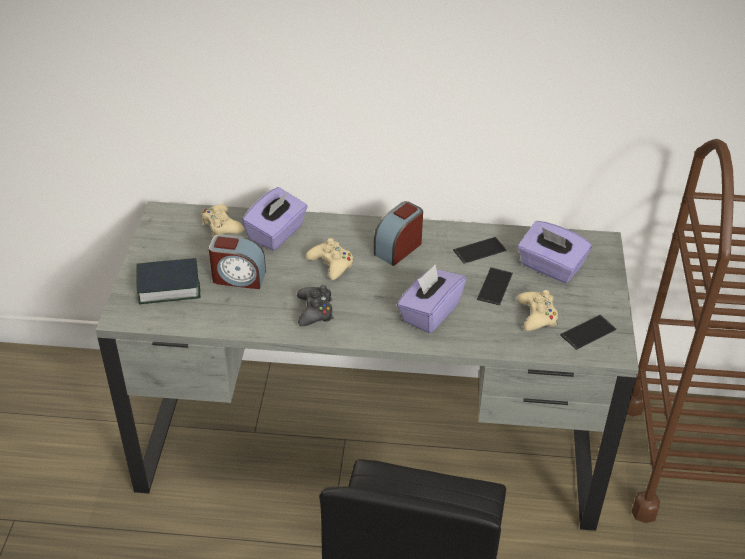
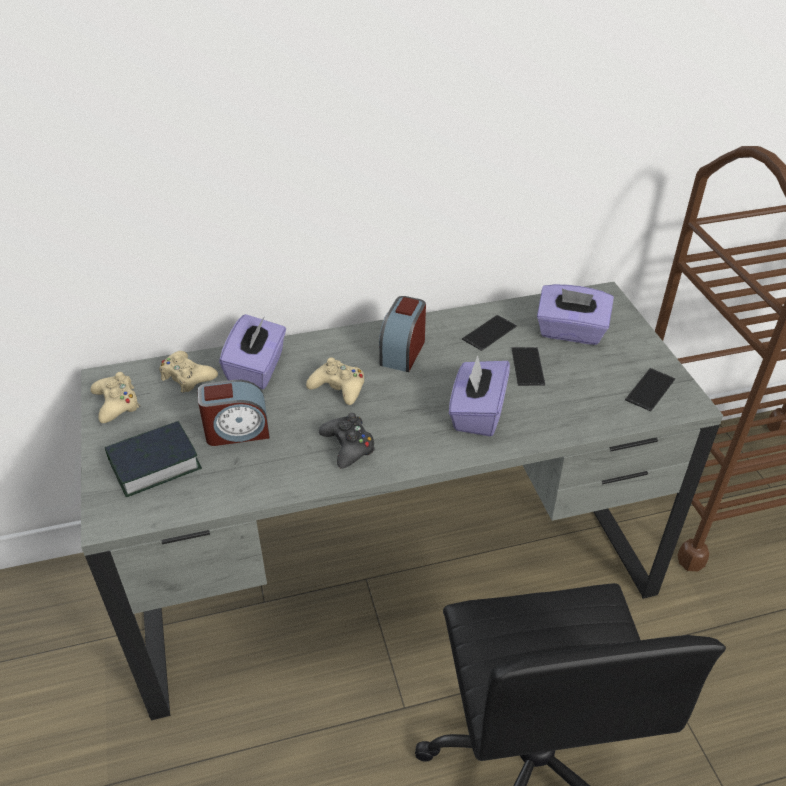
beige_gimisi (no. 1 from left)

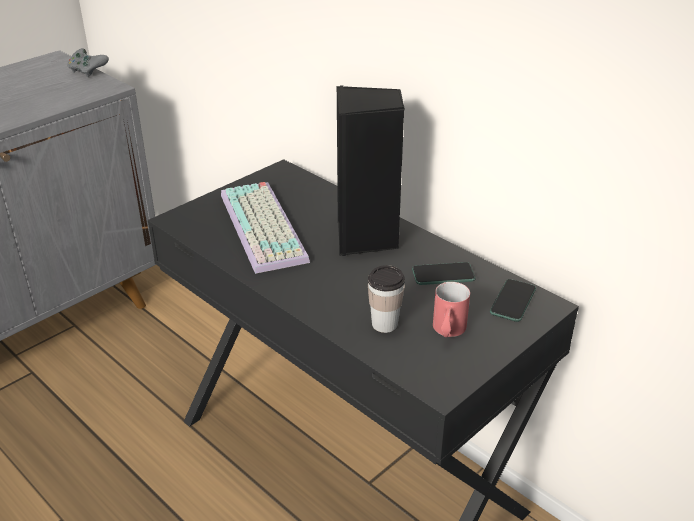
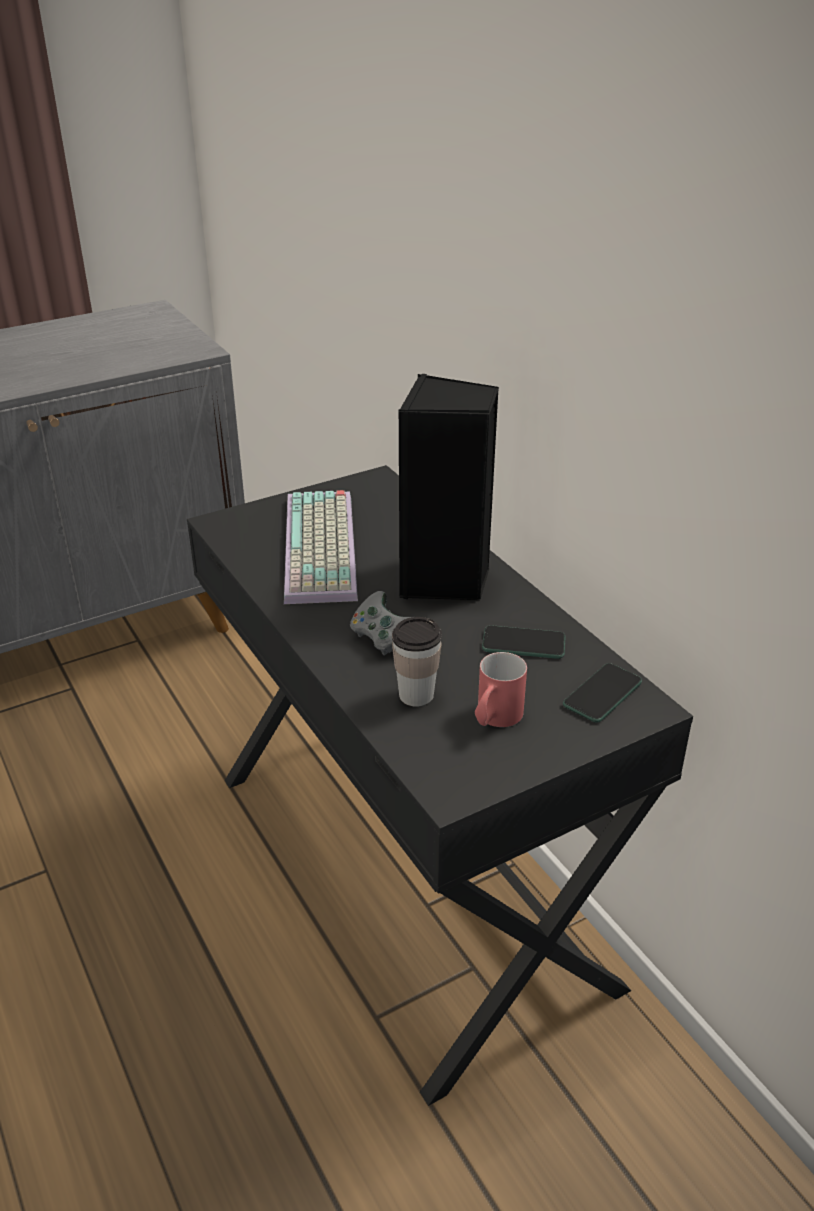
grey_gimisi

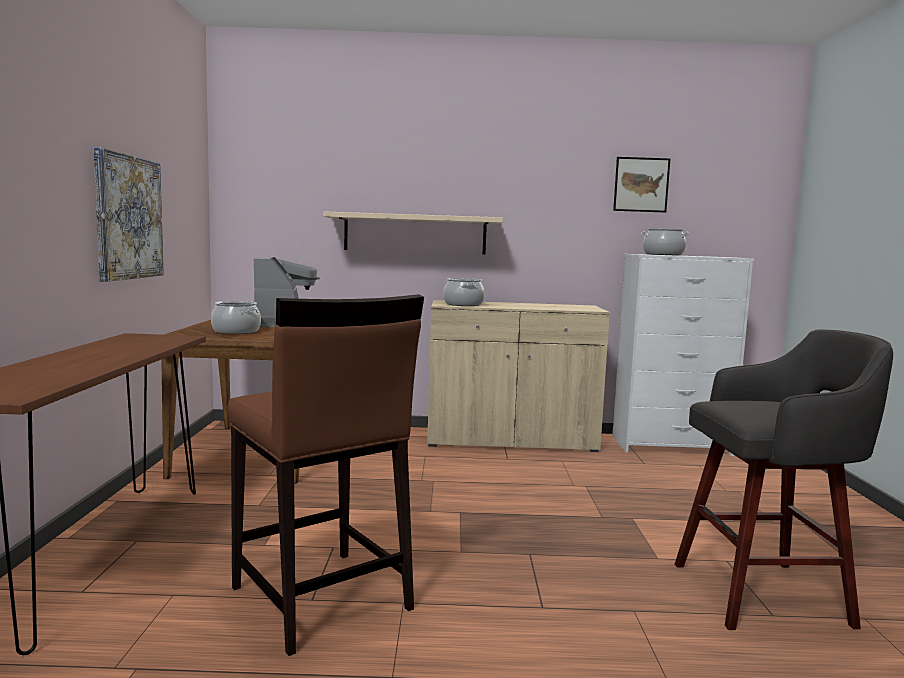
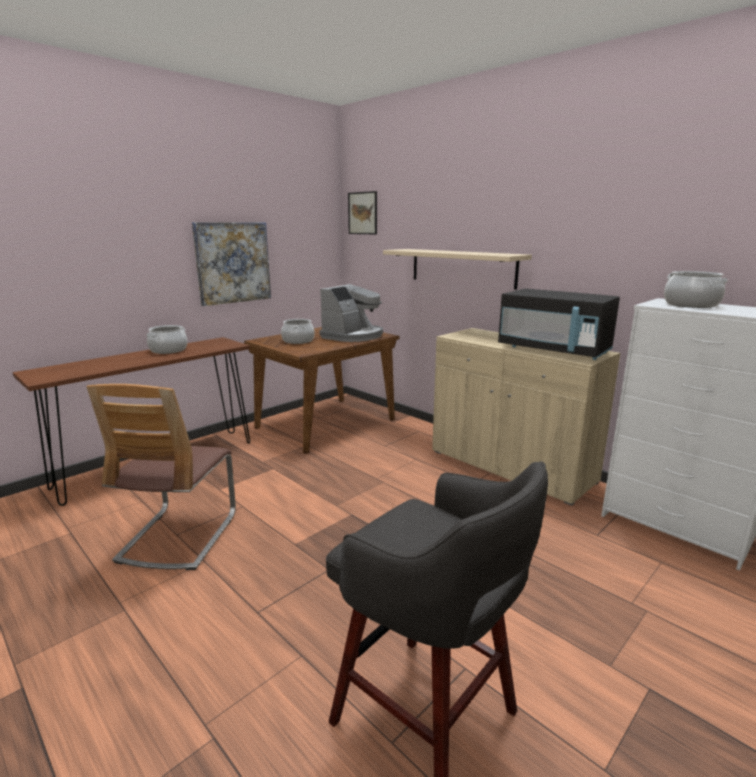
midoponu; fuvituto (no. 1 from left); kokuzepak (no. 2 from left); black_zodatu

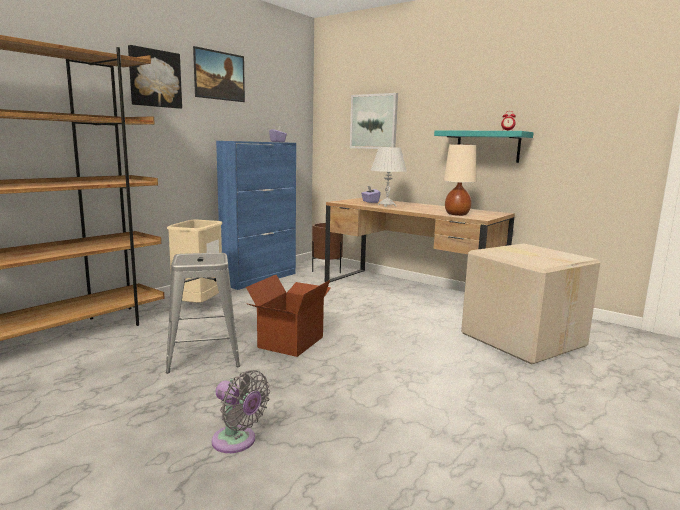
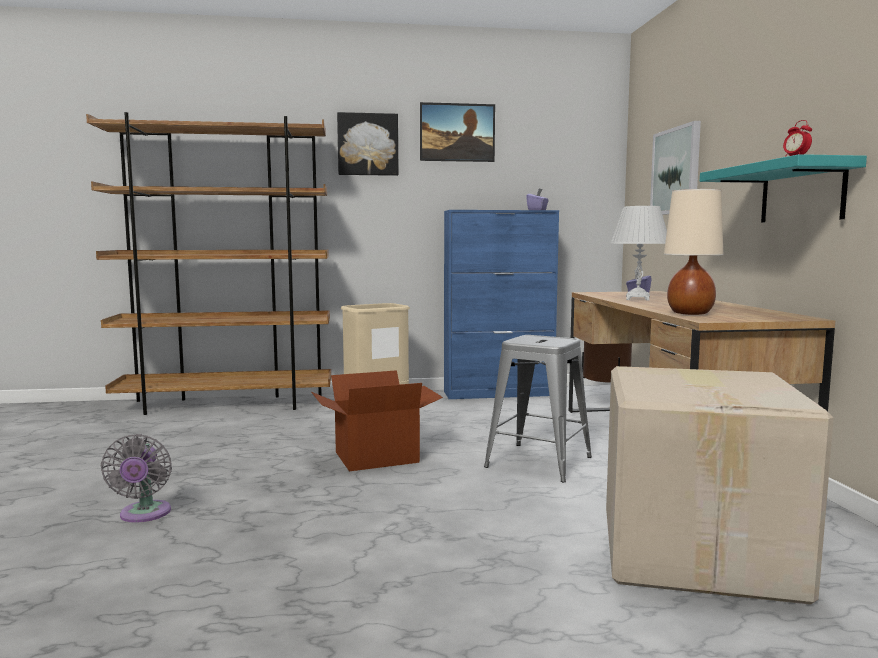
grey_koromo

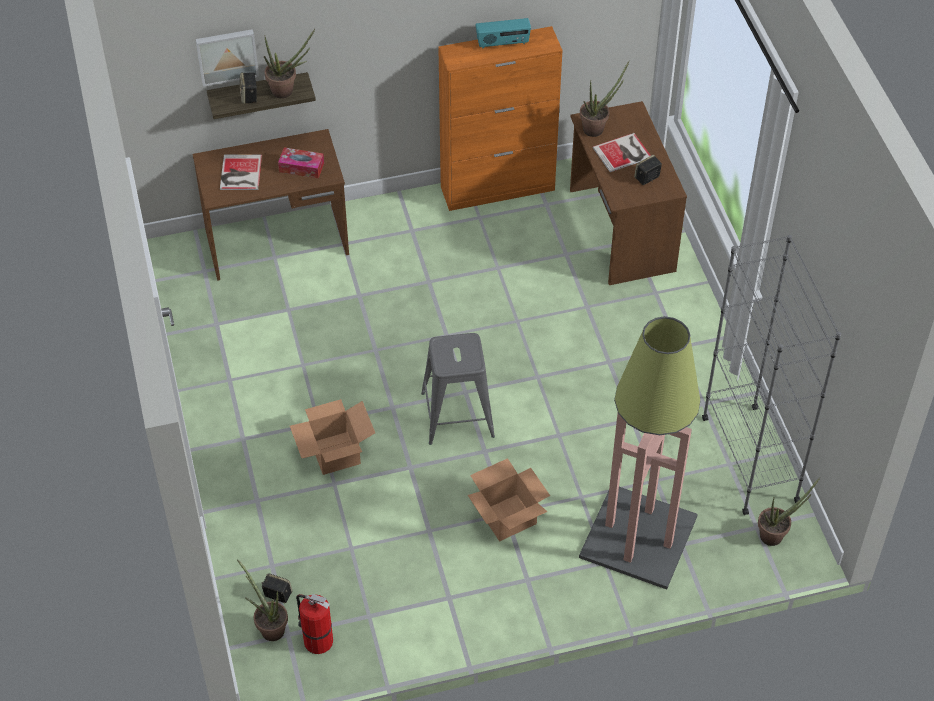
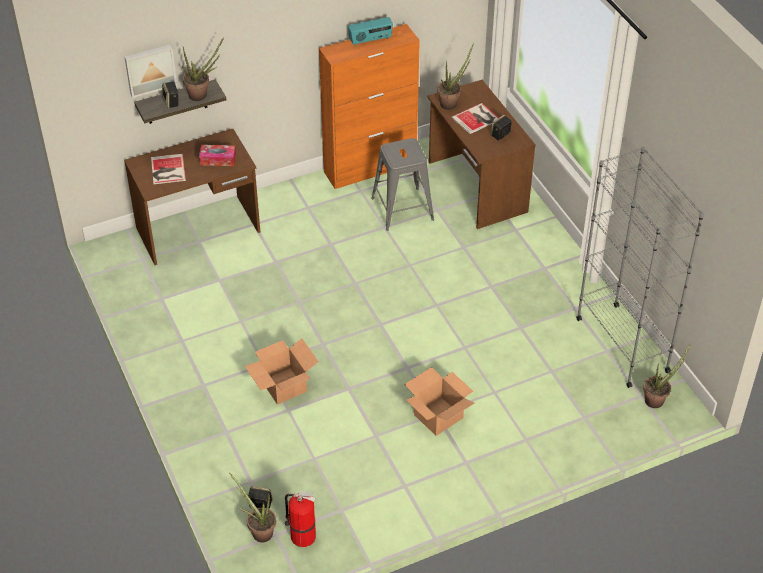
grey_koromo; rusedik

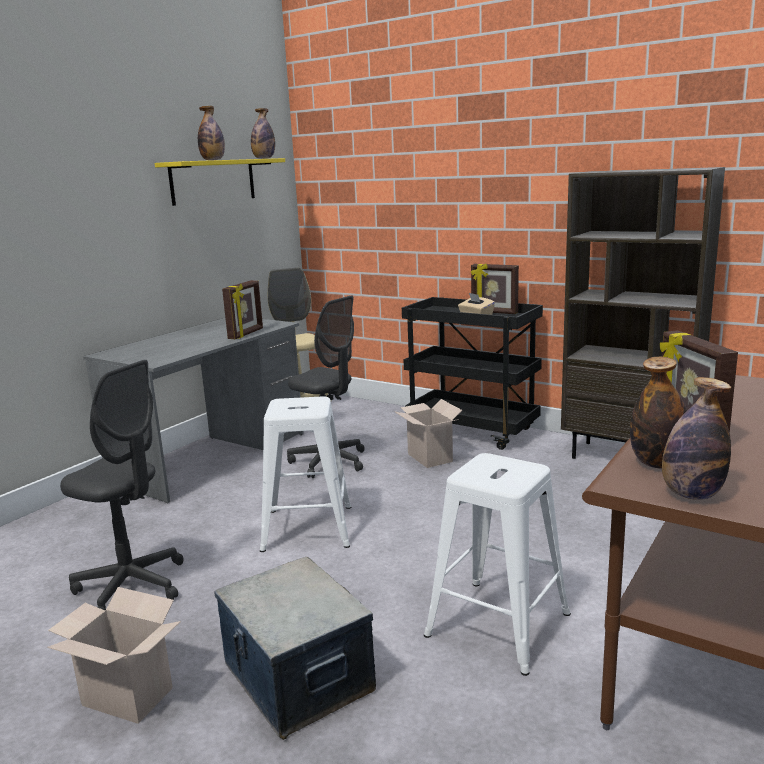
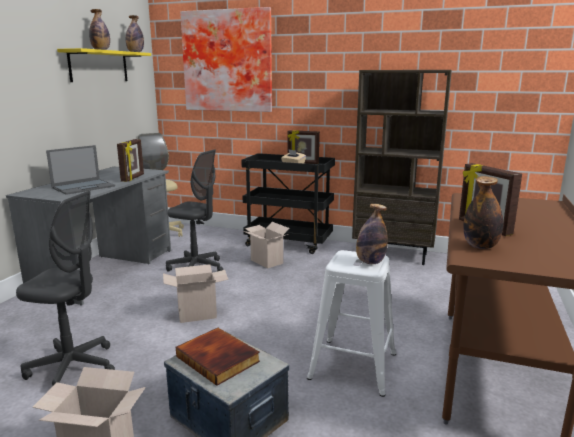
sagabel; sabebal (no. 2 from left); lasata; kokuzepak; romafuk (no. 3 from left)

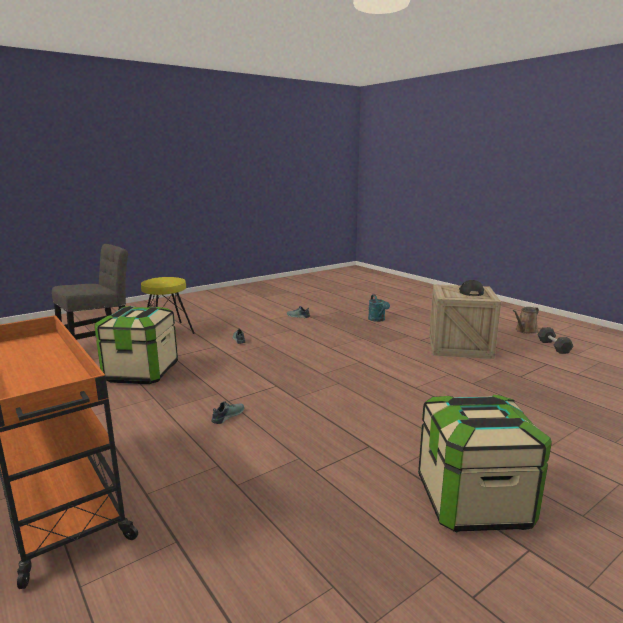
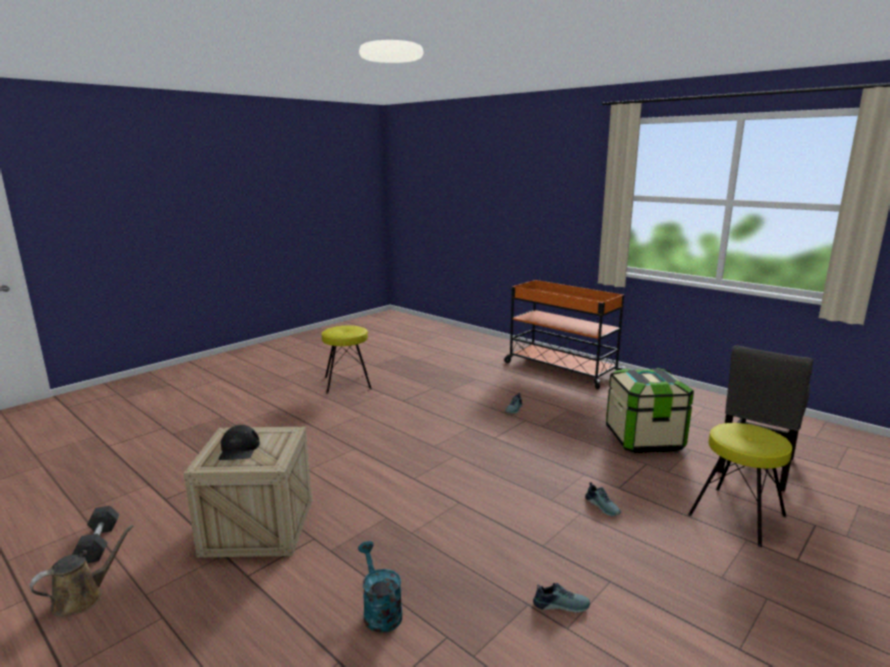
yellow_koromo (no. 1 from left)

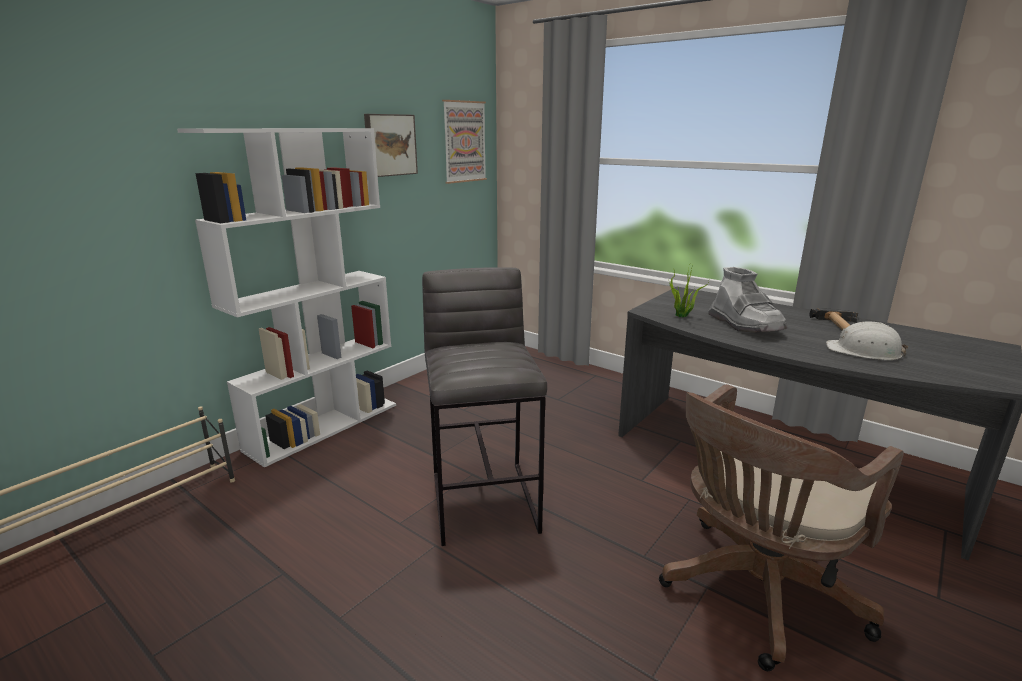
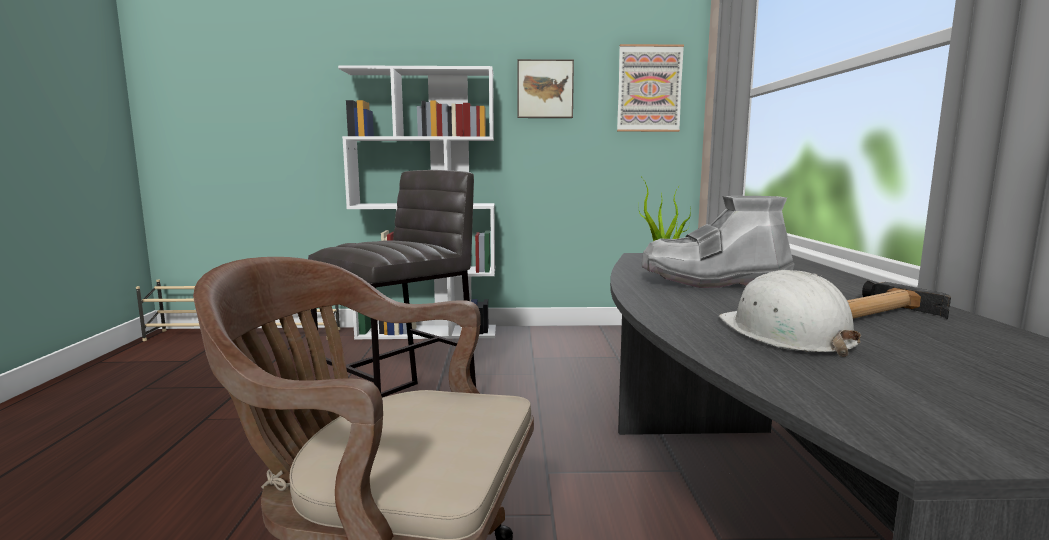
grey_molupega

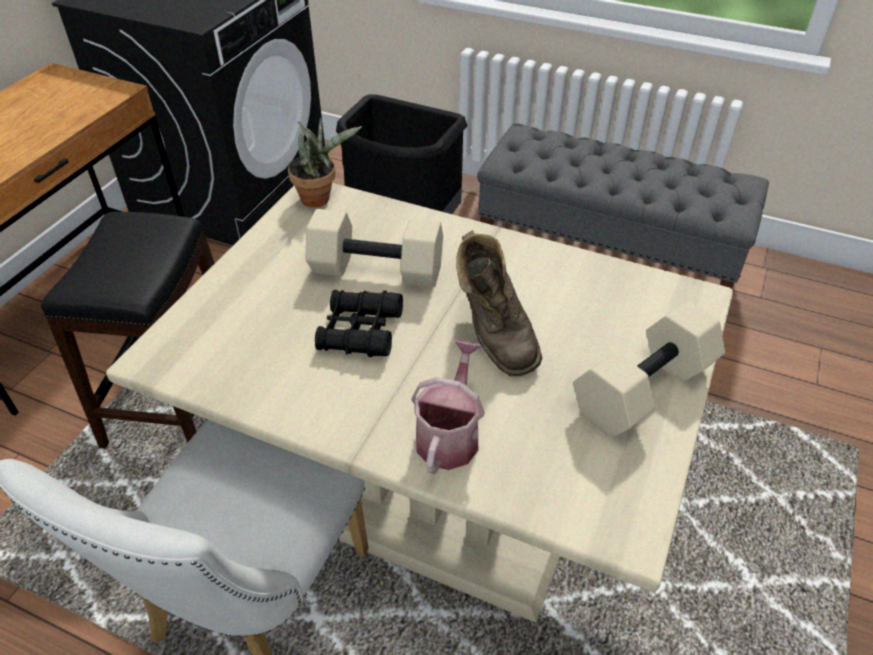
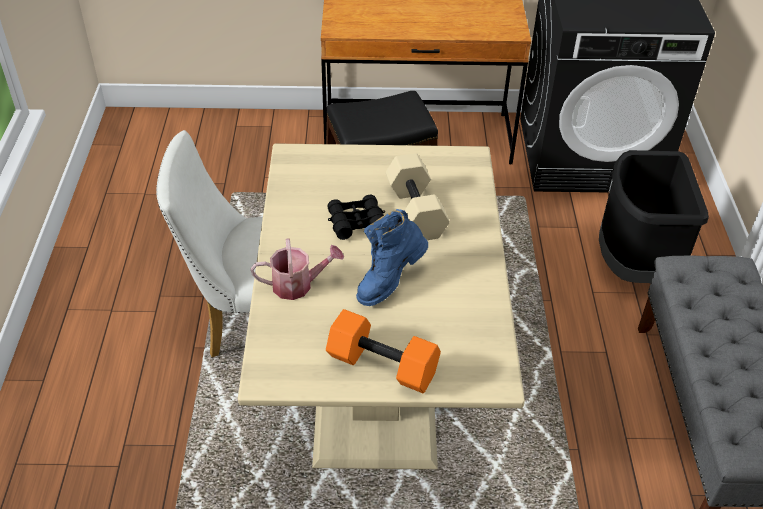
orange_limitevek; blue_molupega; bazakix

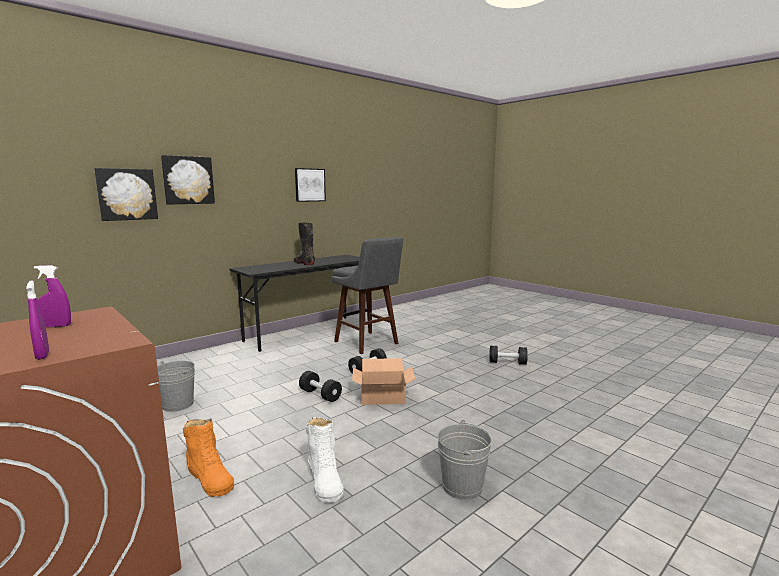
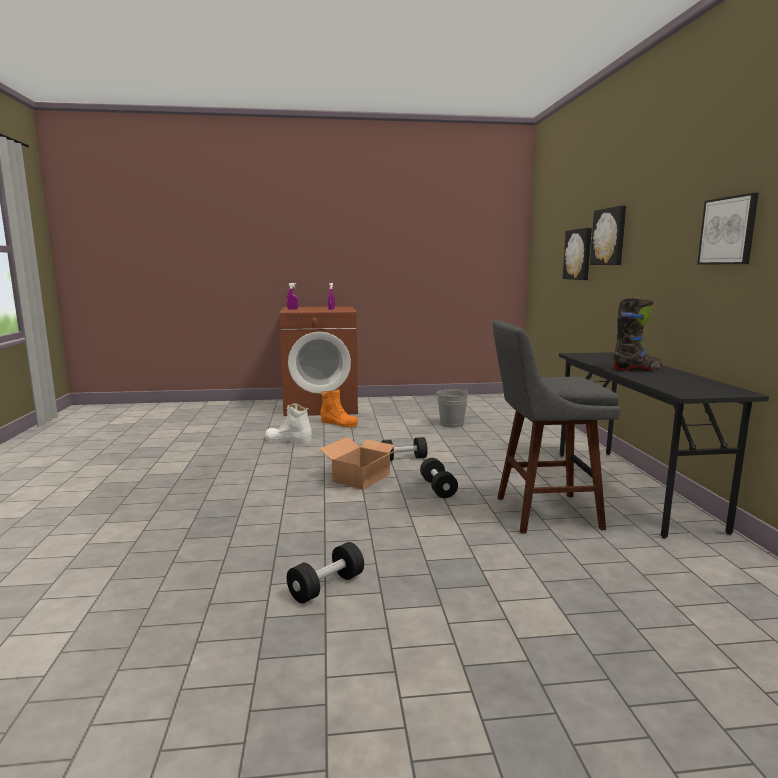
orange_molupega; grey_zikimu (no. 2 from left in the first image)

